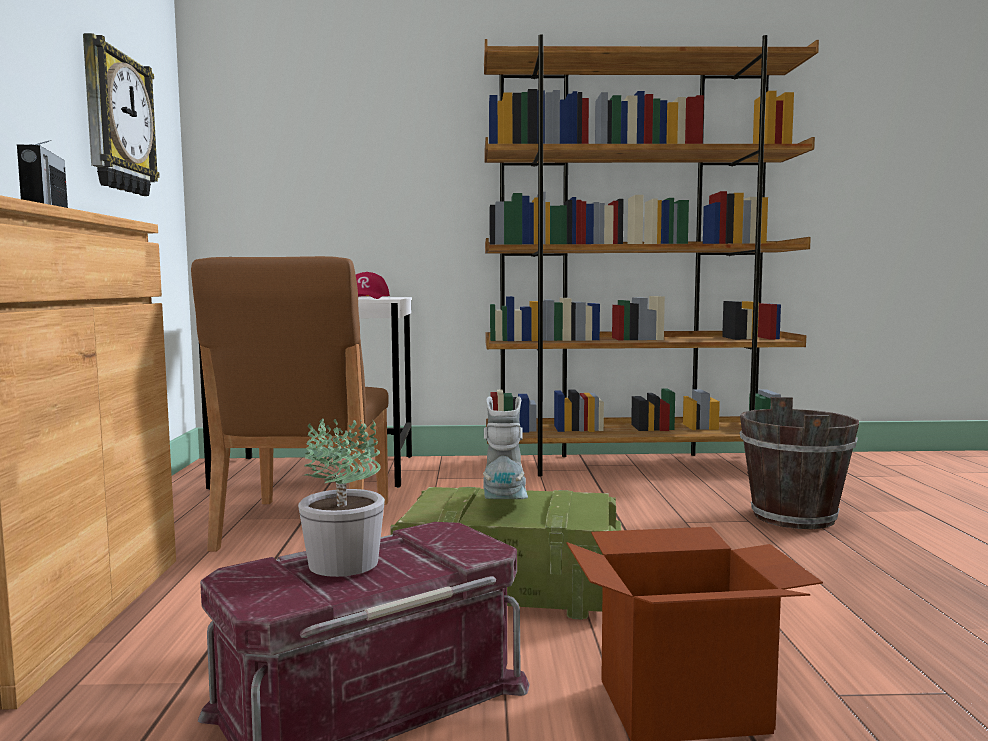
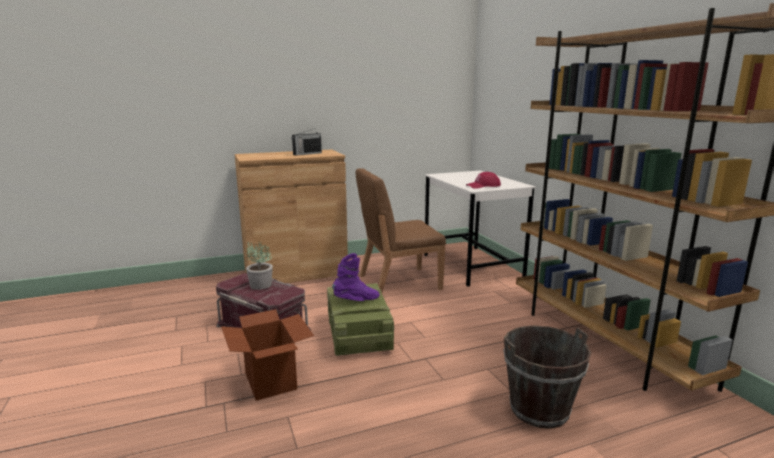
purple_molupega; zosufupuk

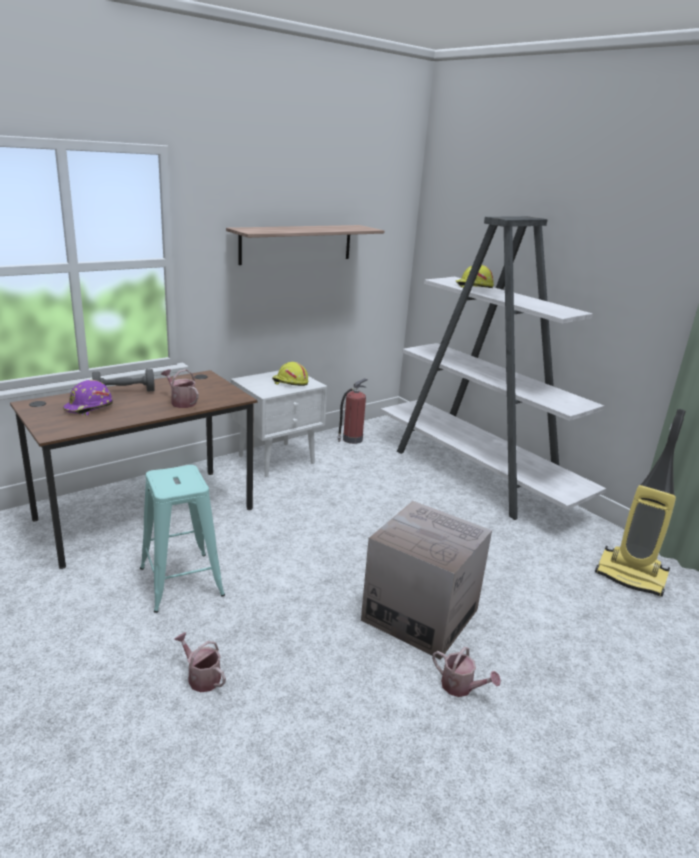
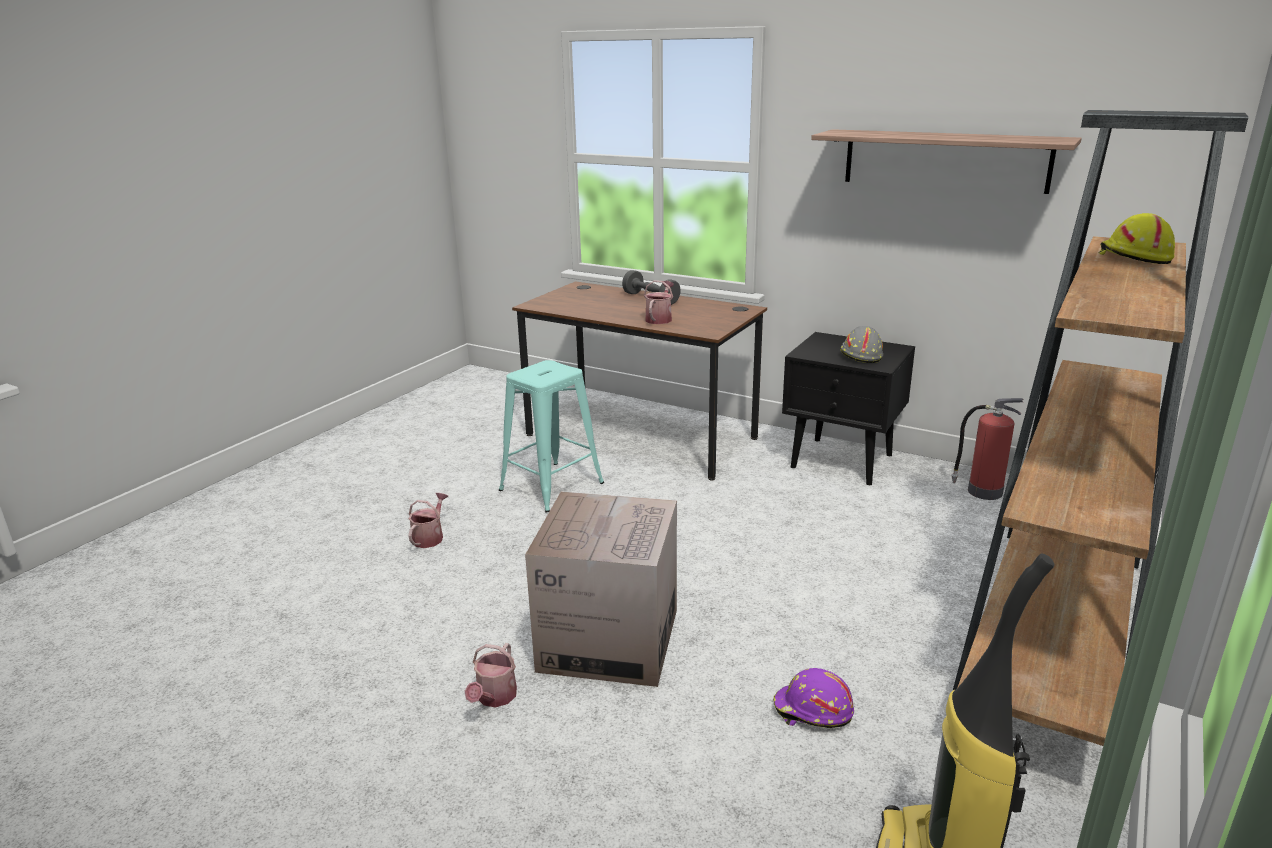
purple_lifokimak; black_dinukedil; grey_lifokimak; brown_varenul

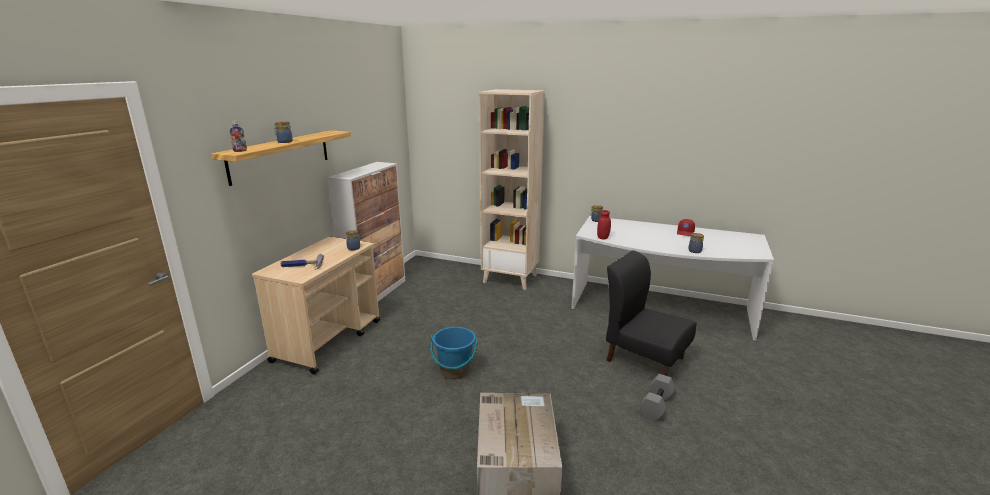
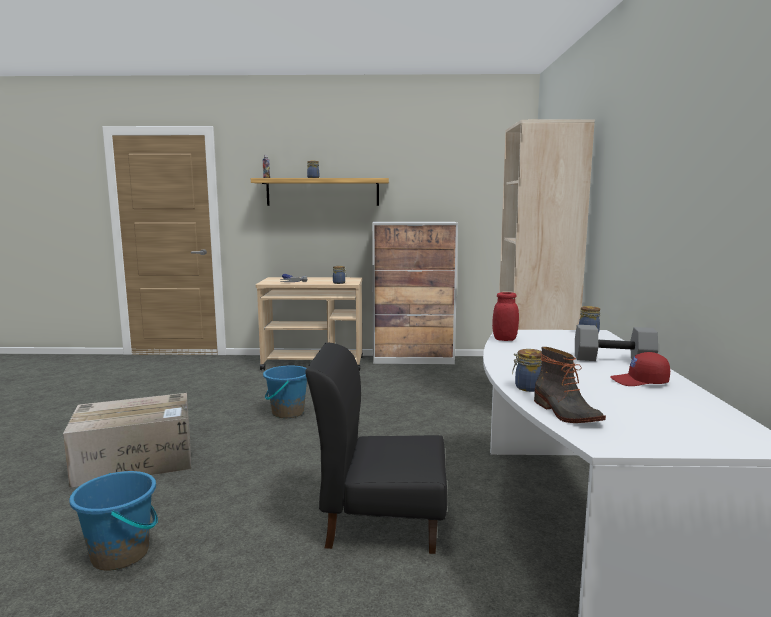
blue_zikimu (no. 1 from left); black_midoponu; molupega; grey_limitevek

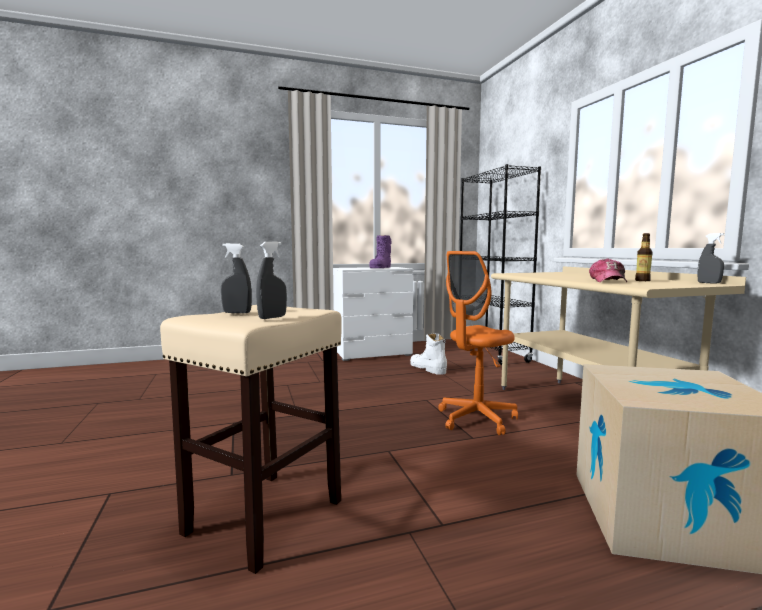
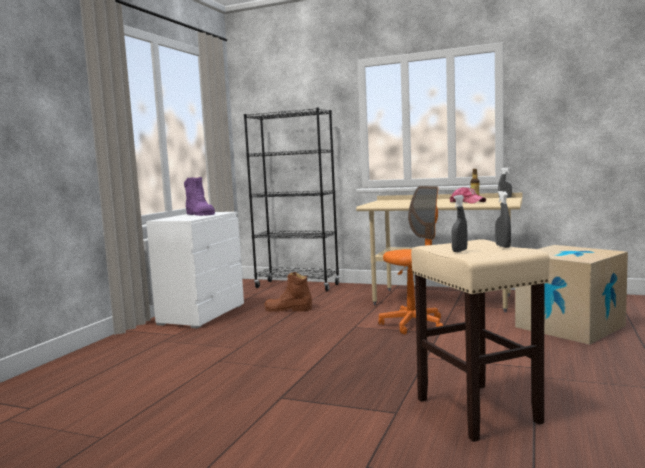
brown_molupega; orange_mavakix

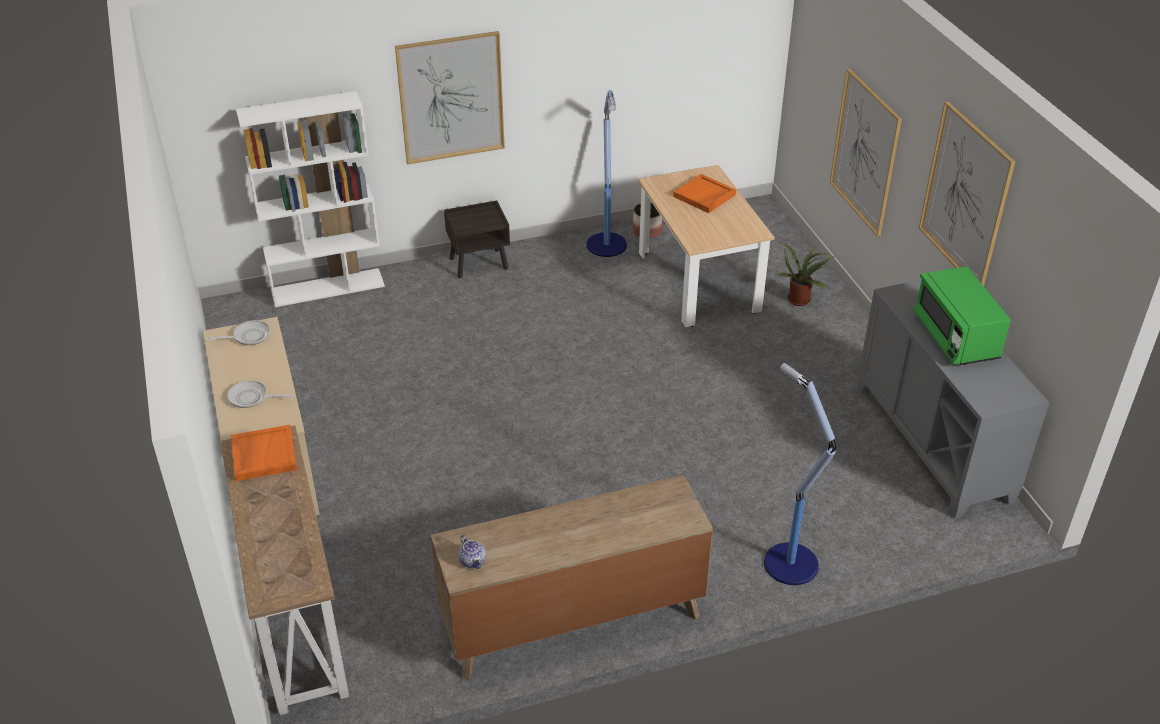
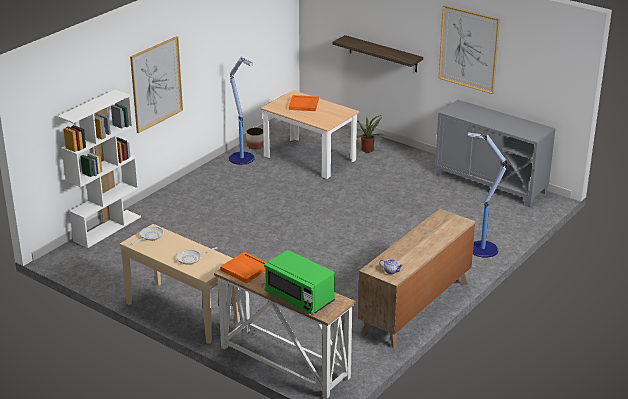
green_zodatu; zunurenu; brown_dinukedil

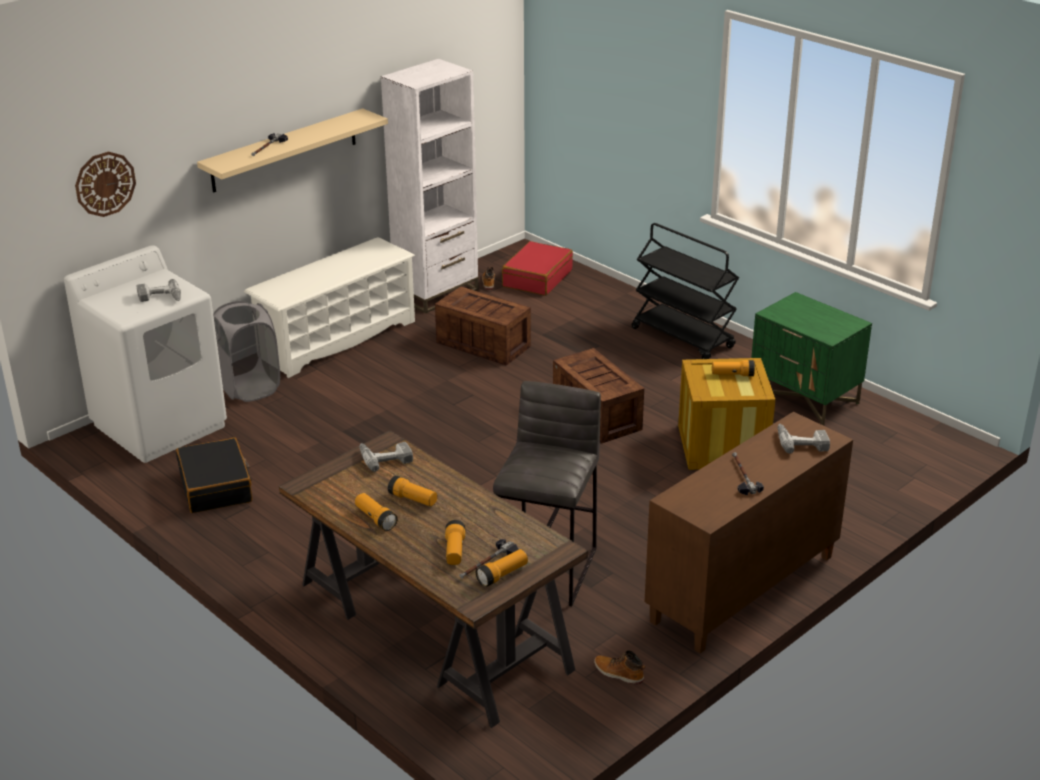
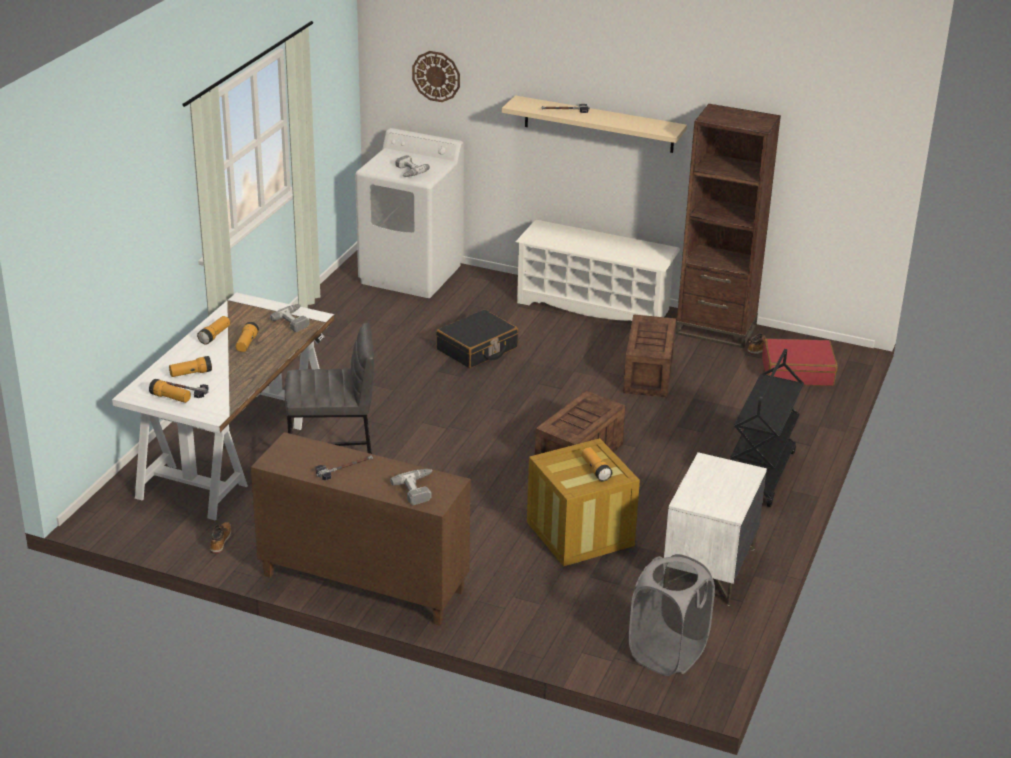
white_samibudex; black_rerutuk; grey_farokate; white_dinukedil; brown_varenul

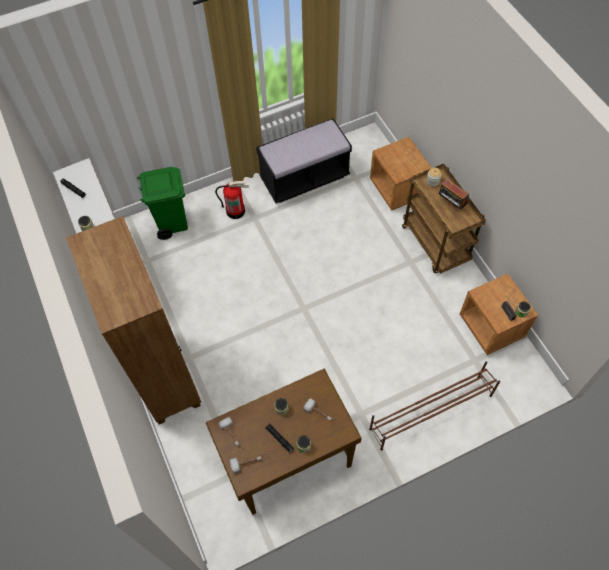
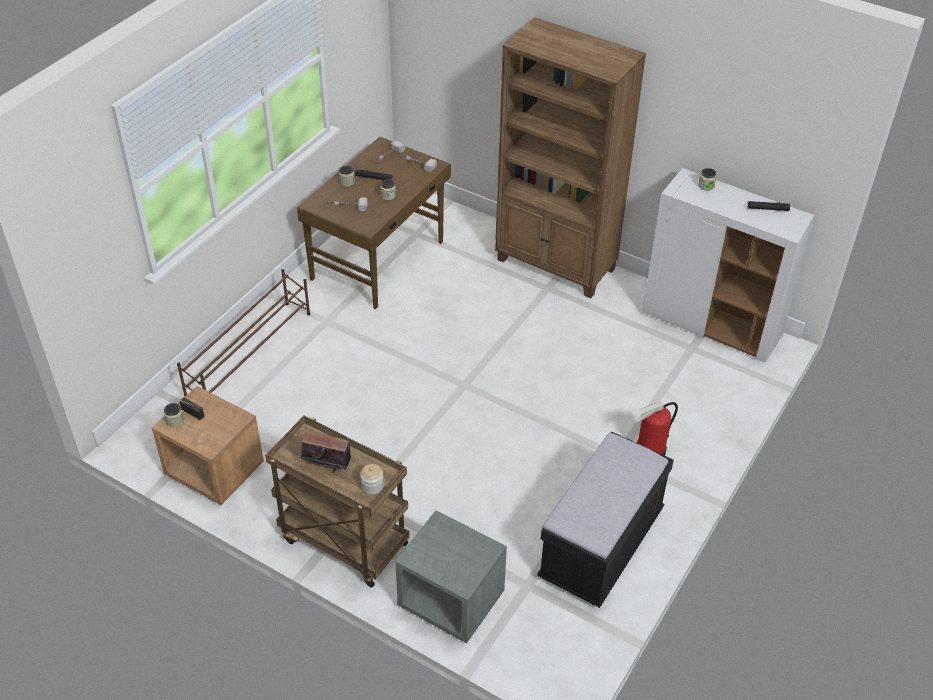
grey_dinukedil; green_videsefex

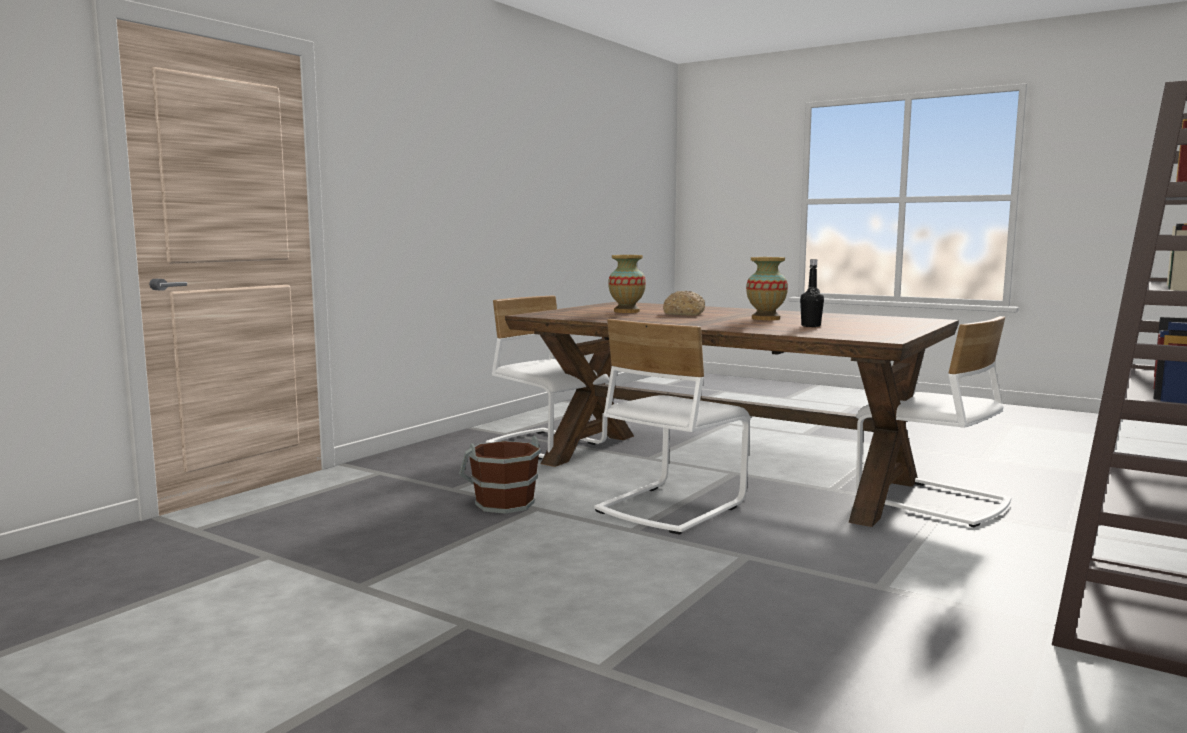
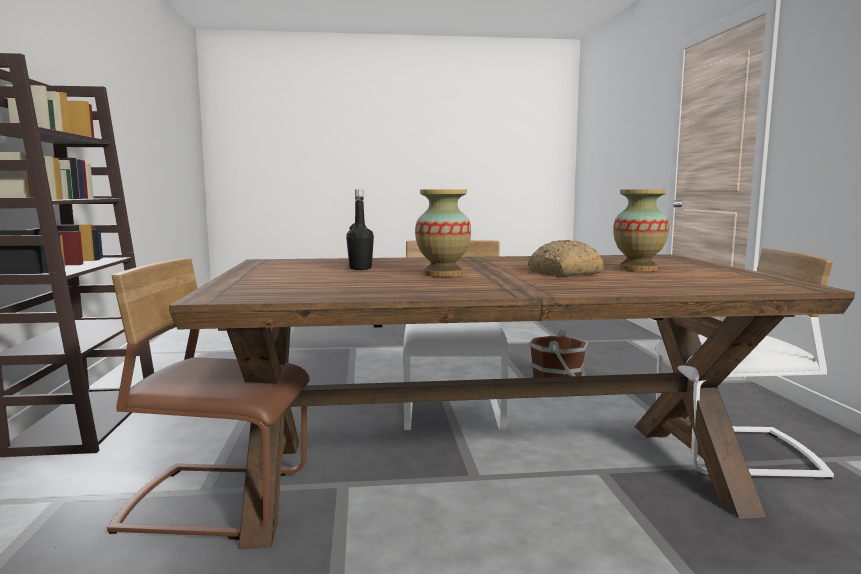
brown_midoponu

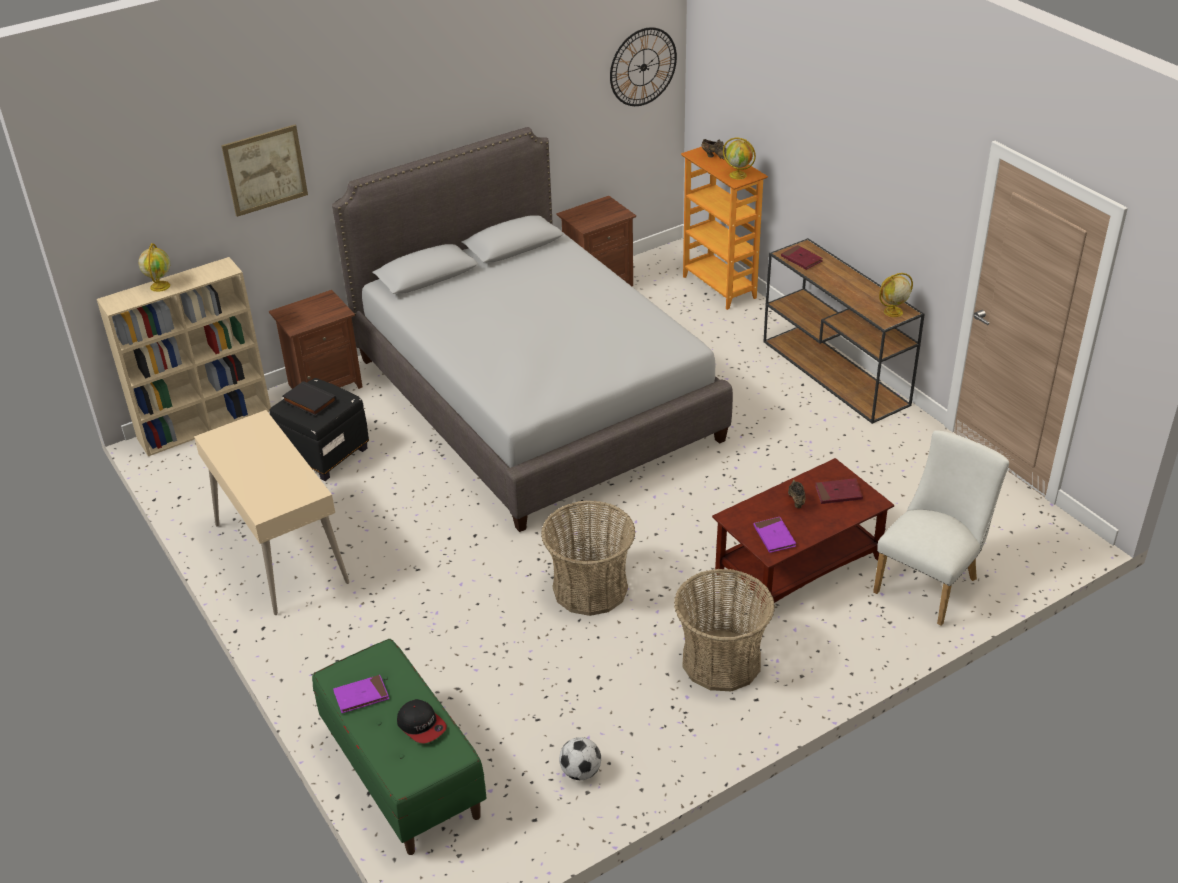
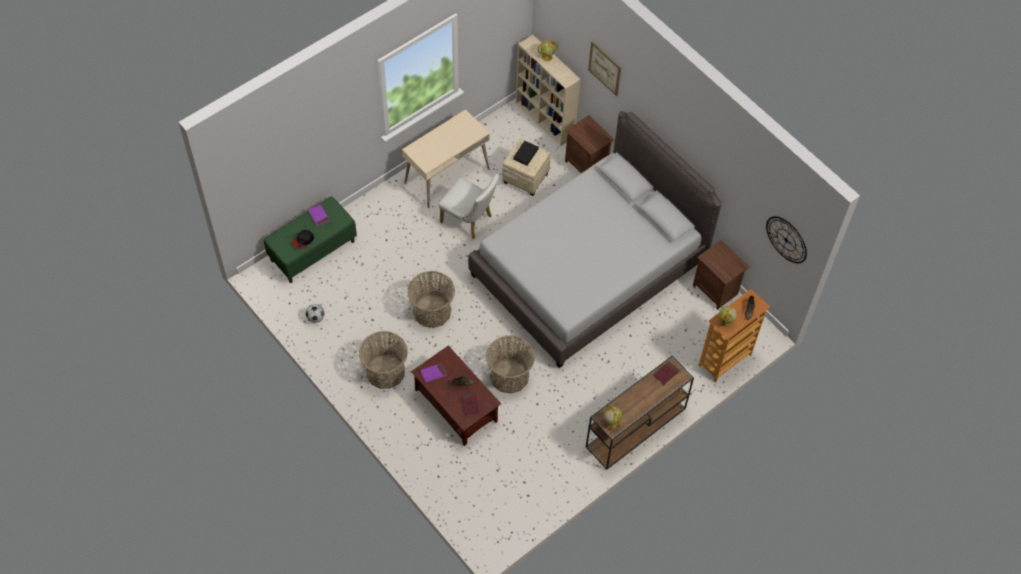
white_midoponu; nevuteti (no. 3 from left); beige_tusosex

